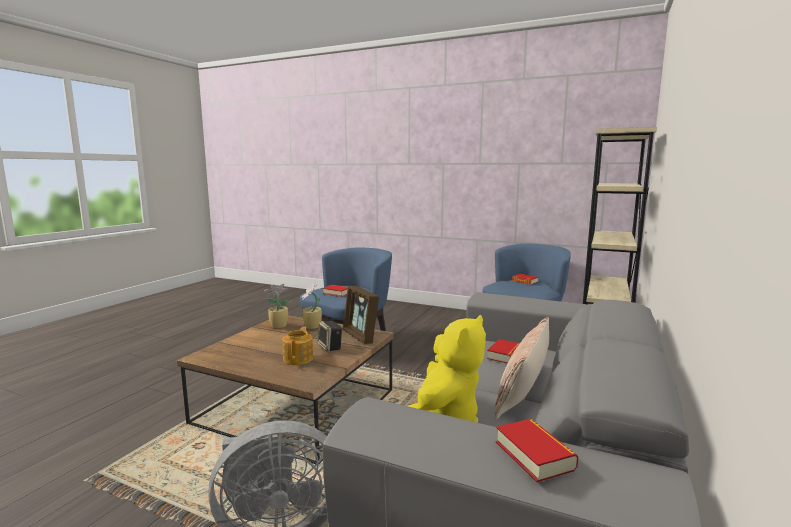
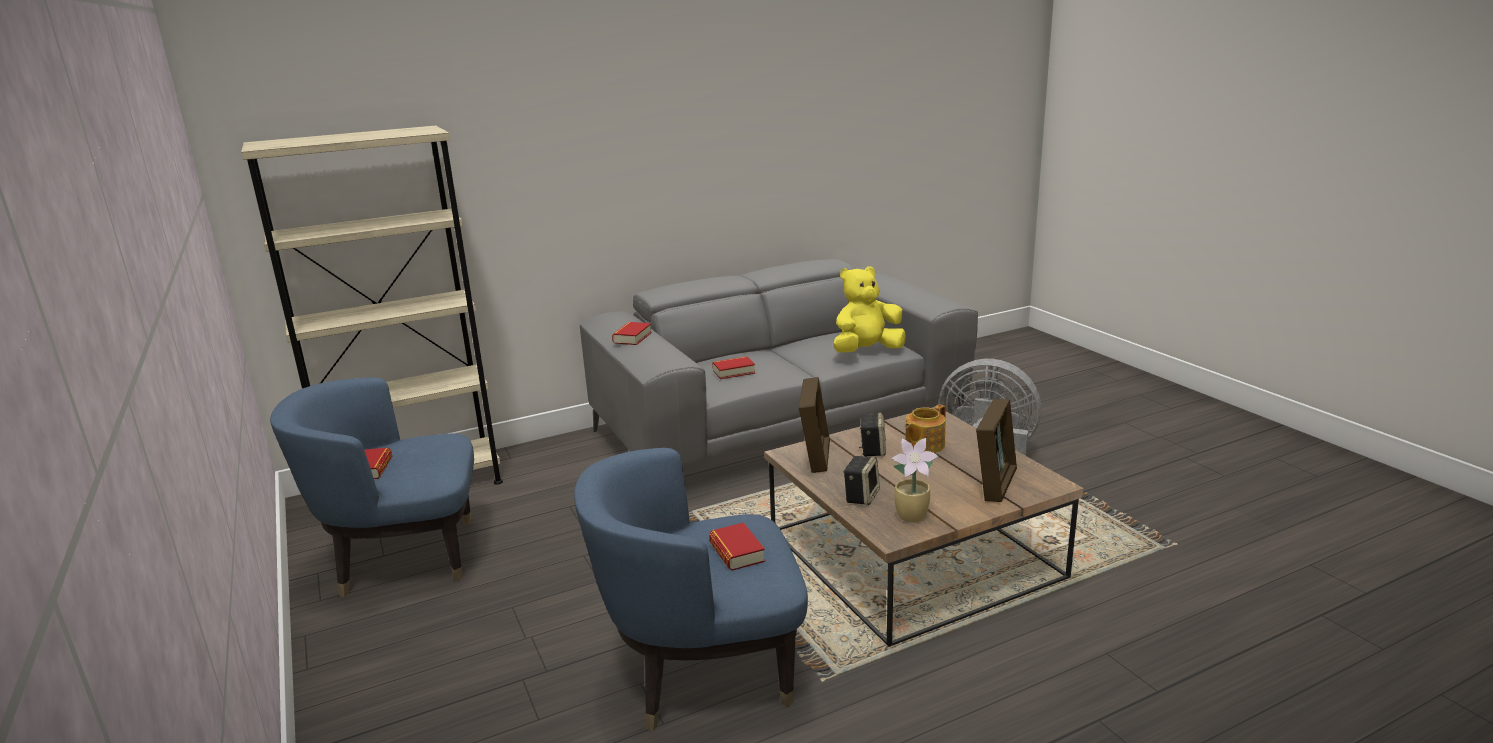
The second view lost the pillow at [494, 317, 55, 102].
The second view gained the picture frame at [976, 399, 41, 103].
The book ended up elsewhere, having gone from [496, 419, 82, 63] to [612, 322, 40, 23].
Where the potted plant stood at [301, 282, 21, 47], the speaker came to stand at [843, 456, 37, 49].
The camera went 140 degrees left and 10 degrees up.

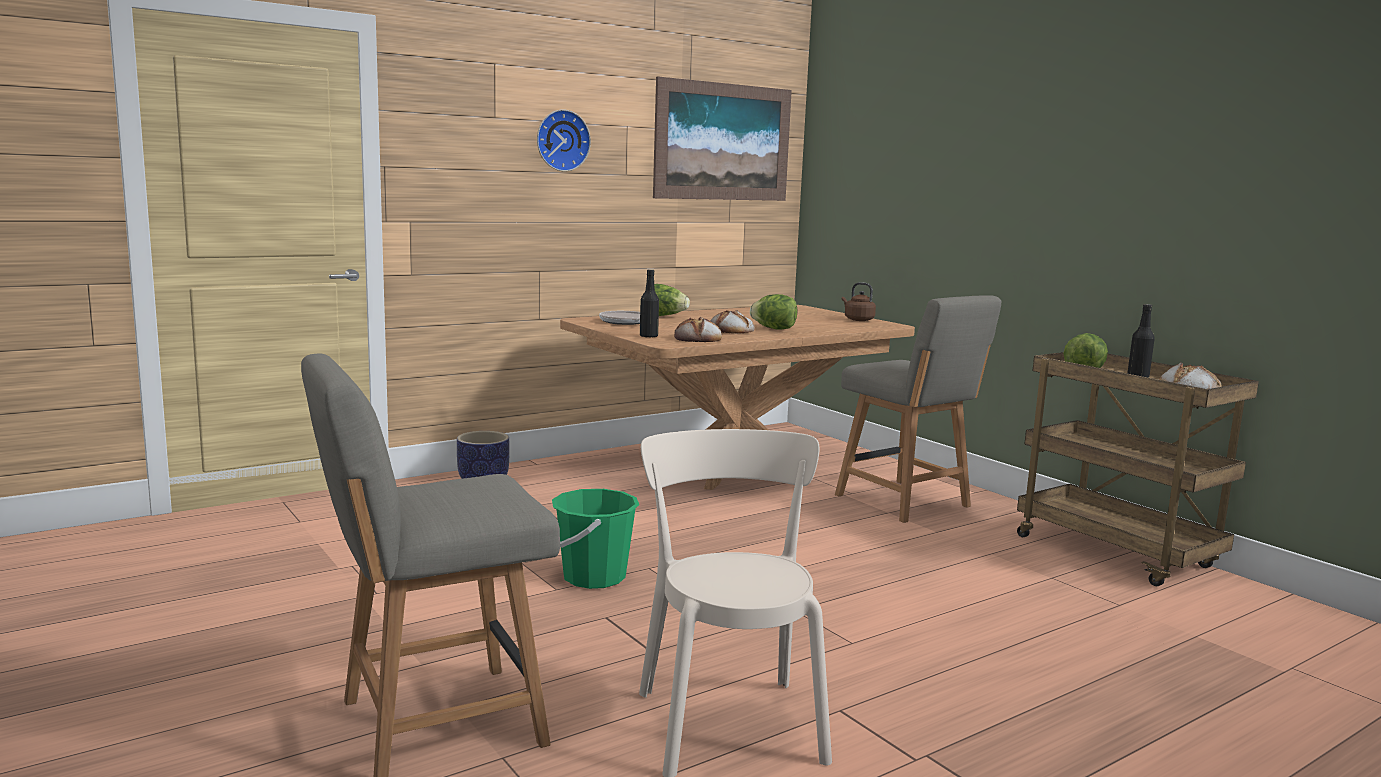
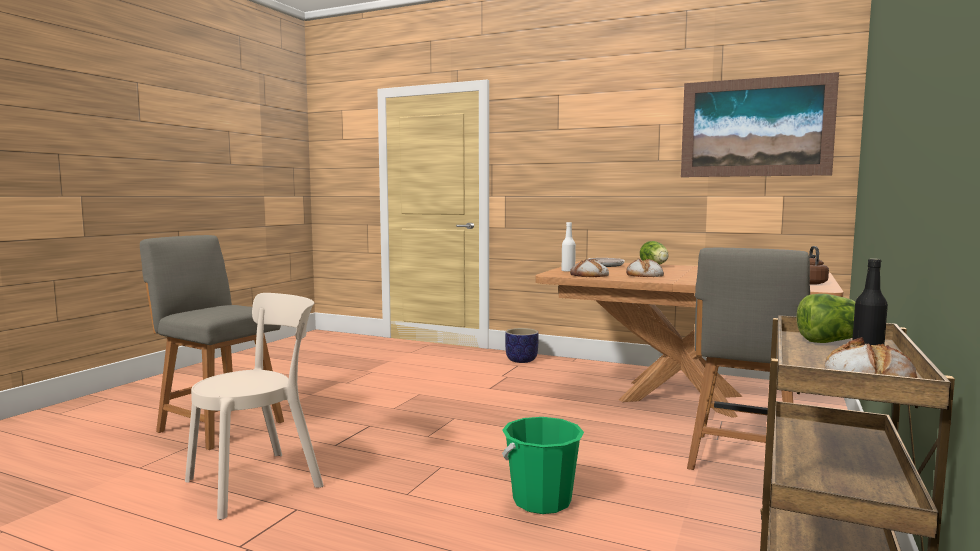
The second view lost the wall clock at [537, 109, 54, 63].
The second view lost the lettuce at [750, 294, 47, 36].
The green bucket ended up elsewhere, having gone from [552, 489, 87, 100] to [502, 417, 82, 97].
What was the black bottle at [640, 269, 19, 69] turned into the white bottle at [562, 222, 14, 50].
The camera went 60 degrees right and 5 degrees down.

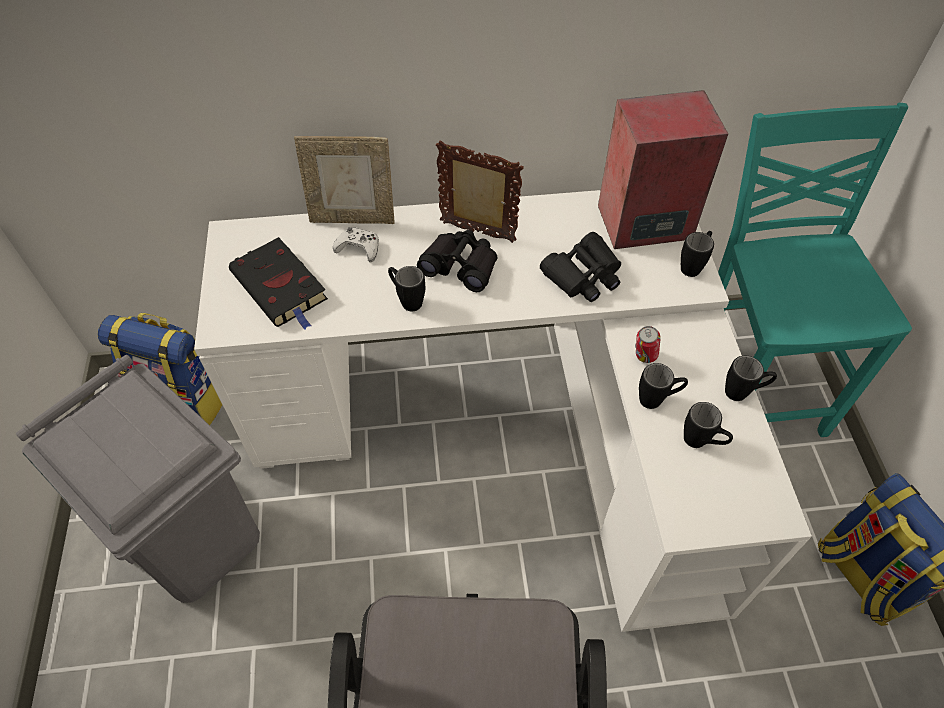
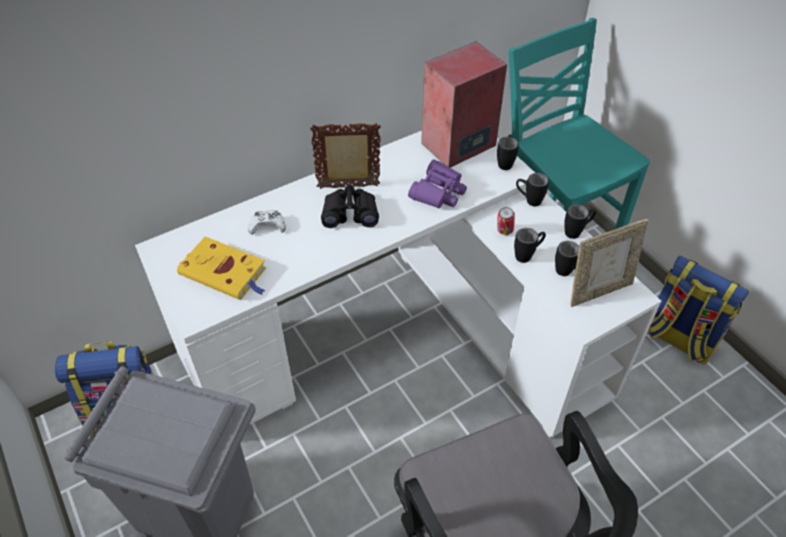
The picture frame ended up elsewhere, having gone from [294, 136, 101, 88] to [570, 219, 78, 88].
The black mug ended up elsewhere, having gone from [388, 266, 37, 45] to [516, 173, 33, 33].
What was the black book at [229, 237, 99, 93] turned into the yellow book at [177, 237, 89, 63].
What was the black binoculars at [540, 232, 81, 70] turned into the purple binoculars at [408, 159, 59, 50].
The camera went 25 degrees left and 5 degrees down.

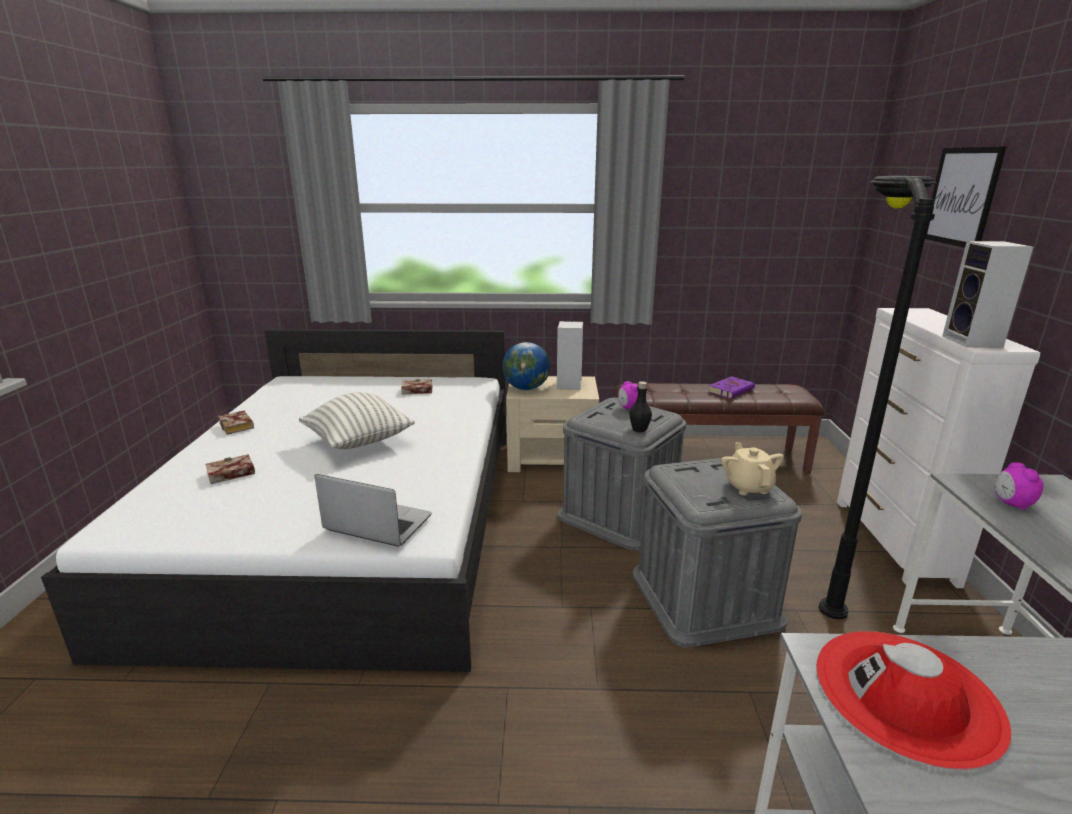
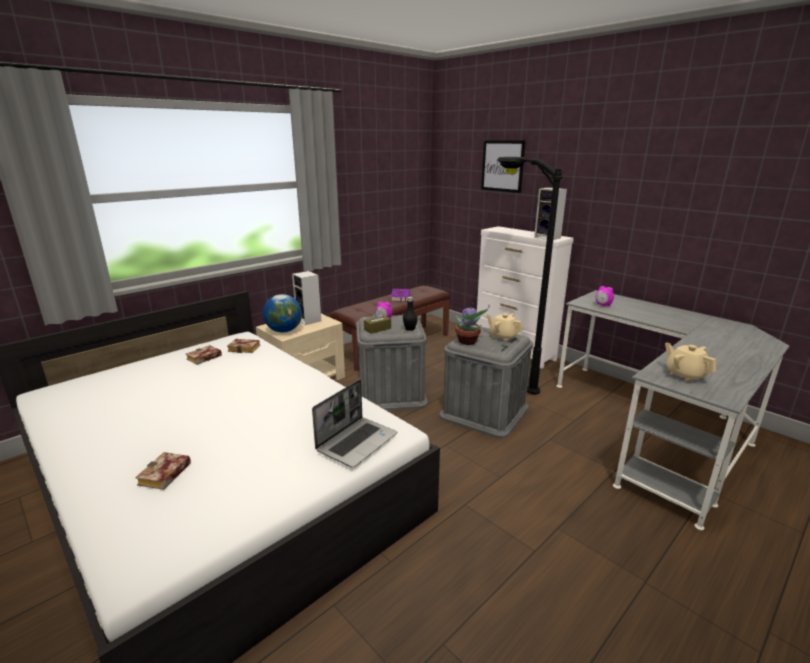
The second view lost the pillow at [299, 392, 116, 57].
The second view gained the brown tissue box at [364, 310, 27, 24].
The second view gained the potted plant at [455, 303, 35, 42].
The book ended up elsewhere, having gone from [218, 411, 36, 23] to [227, 339, 33, 14].
Where the red hat stood at [816, 631, 195, 139], the beige teapot came to stand at [665, 343, 51, 39].
The laptop at [315, 474, 117, 73] ended up facing another way, 150 degrees clockwise from before.
The camera went 45 degrees left and 0 degrees up.

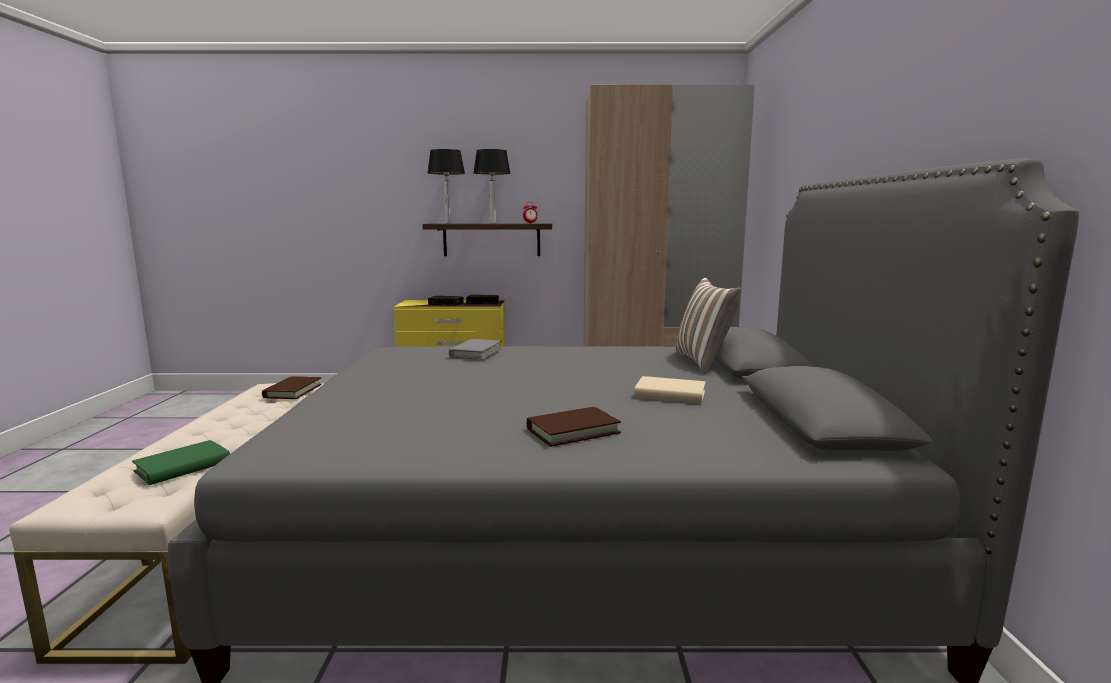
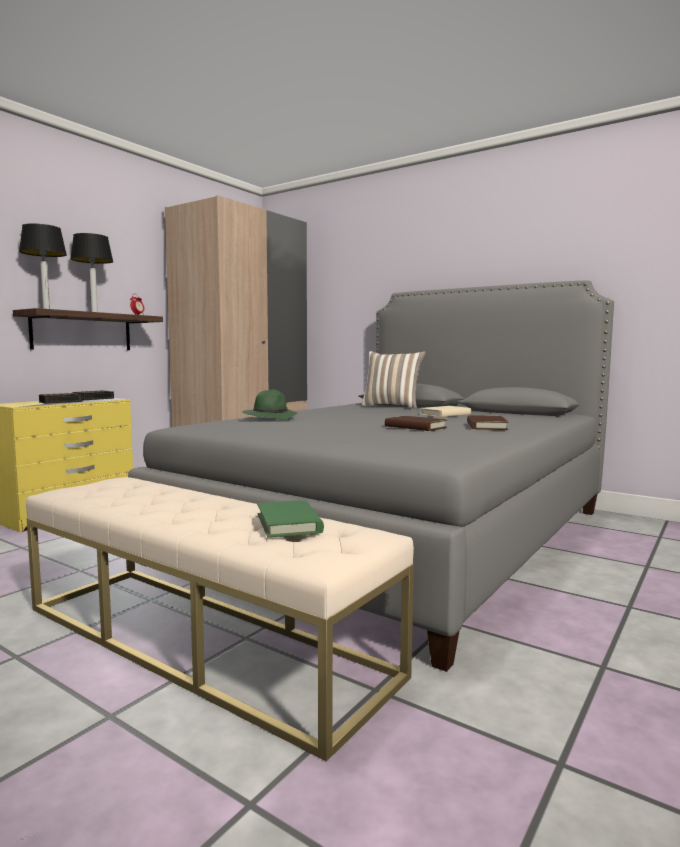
The brown book ended up elsewhere, having gone from [262, 376, 60, 23] to [385, 416, 62, 15].
Where the grey book stood at [449, 339, 53, 21], the green hat came to stand at [242, 389, 56, 31].
The camera went 55 degrees left and 5 degrees down.

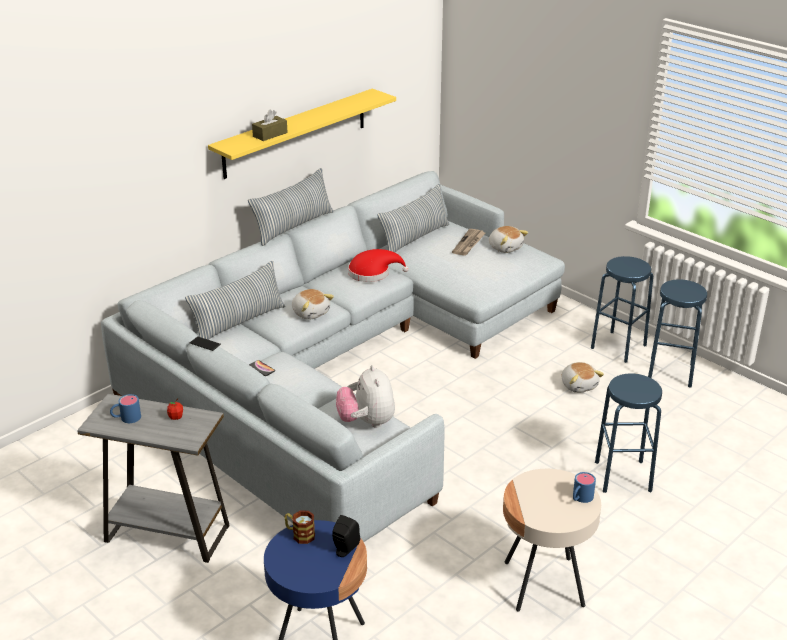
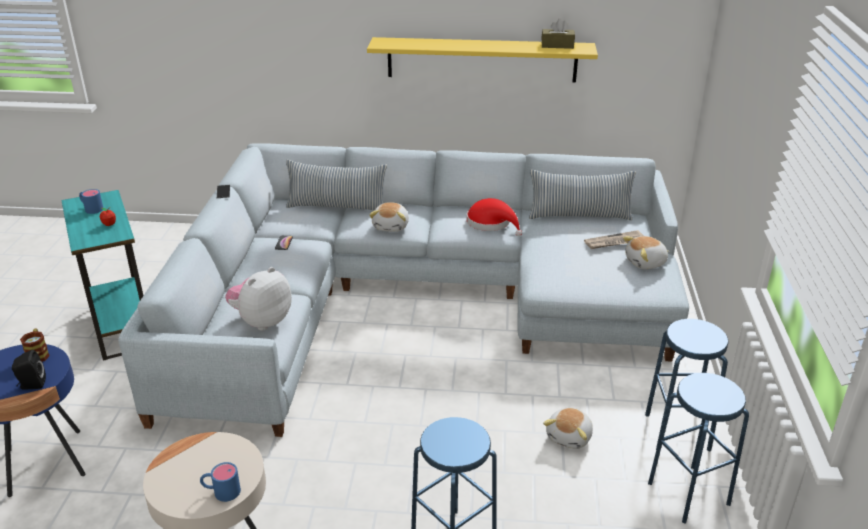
The second view lost the pillow at [248, 168, 86, 78].
The brown tissue box ended up elsewhere, having gone from [252, 109, 36, 32] to [542, 19, 33, 30].
What was the grey side table at [77, 394, 153, 169] turned into the turquoise side table at [61, 190, 83, 171].
The plush toy at [489, 226, 39, 27] ended up facing another way, 60 degrees clockwise from before.
The camera went 50 degrees right and 0 degrees up.

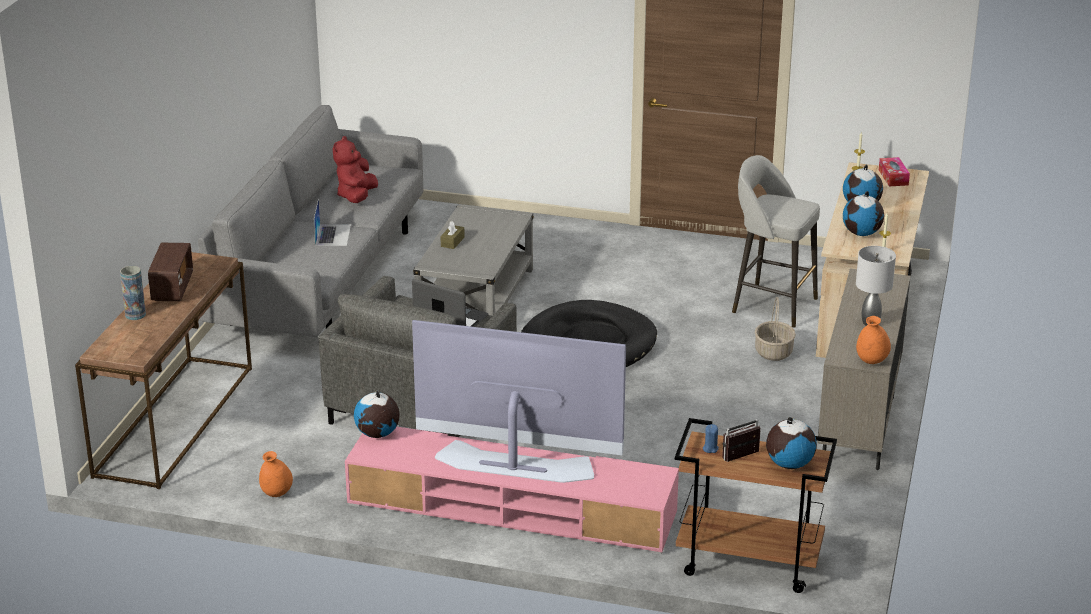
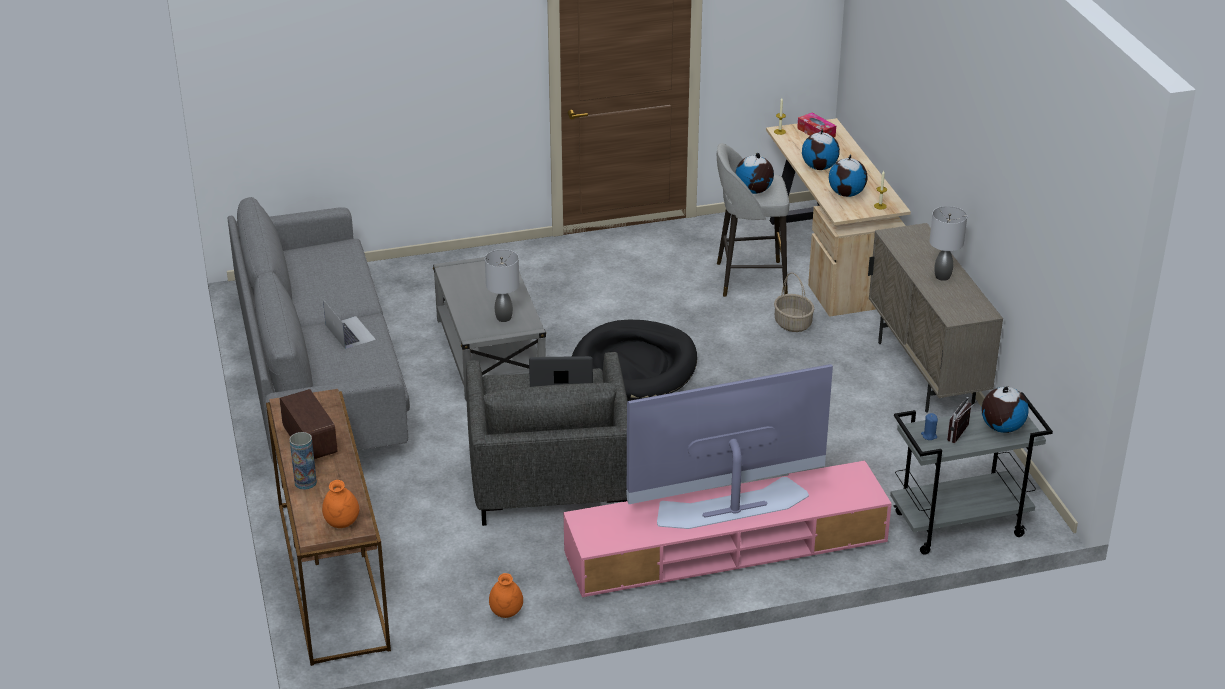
The second view lost the red plush toy at [332, 136, 46, 67].
The second view lost the brown tissue box at [440, 221, 25, 28].
The second view gained the grey table lamp at [485, 249, 35, 73].
The globe ended up elsewhere, having gone from [354, 391, 46, 47] to [735, 153, 39, 41].
The orange vase ended up elsewhere, having gone from [856, 316, 35, 48] to [322, 480, 37, 48].
What was the brown cart at [675, 418, 162, 175] turned into the grey cart at [890, 392, 163, 163].
The camera went 30 degrees left and 5 degrees up.

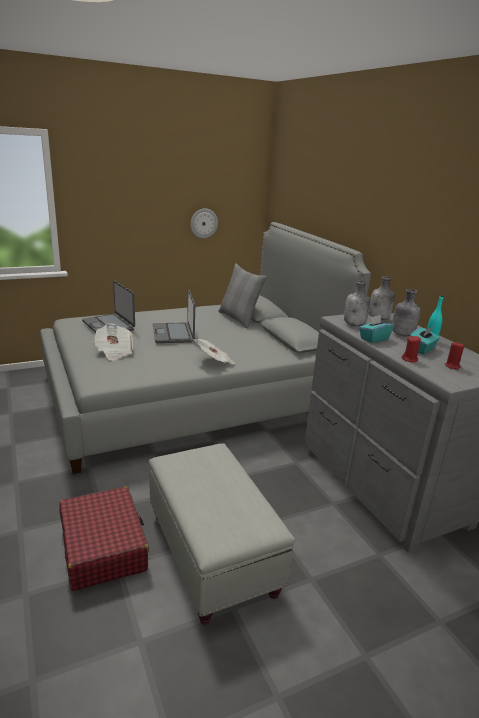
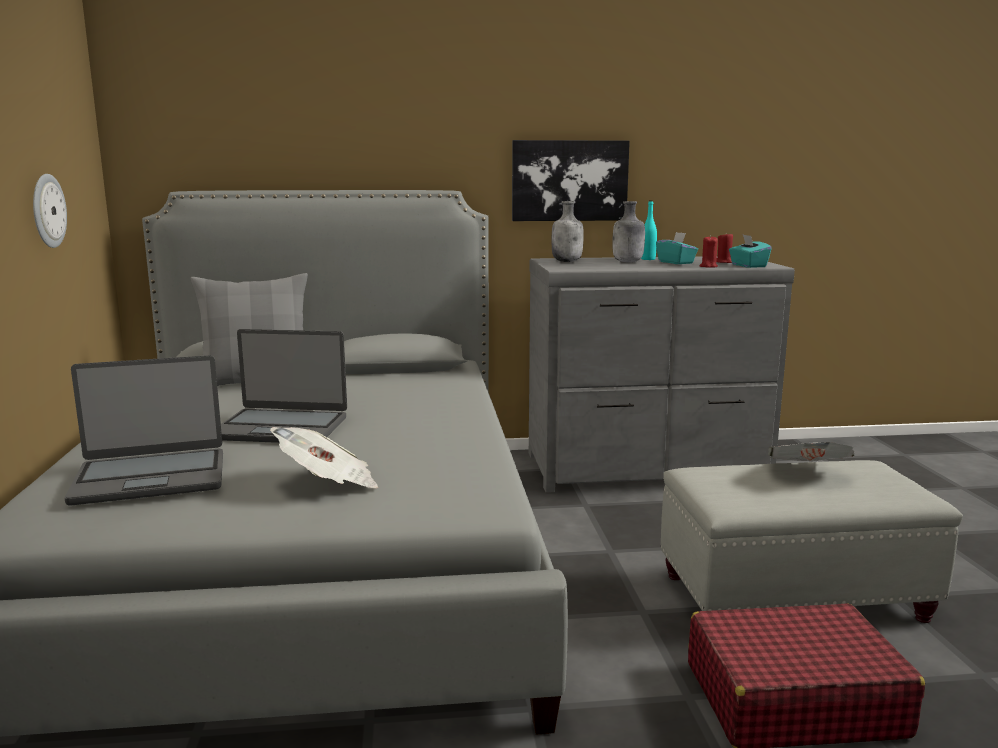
The second view lost the grey bottle at [344, 280, 26, 46].
The second view gained the picture at [512, 140, 118, 81].
The newspaper ended up elsewhere, having gone from [194, 339, 41, 25] to [768, 442, 87, 19].
The turquoise tissue box ended up elsewhere, having gone from [359, 315, 35, 28] to [729, 235, 43, 33].
The camera went 70 degrees left and 10 degrees down.

